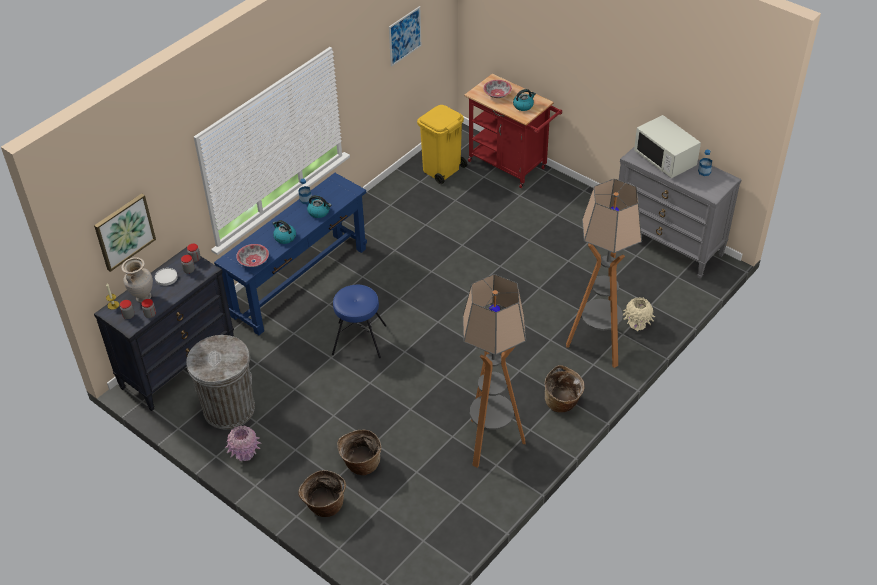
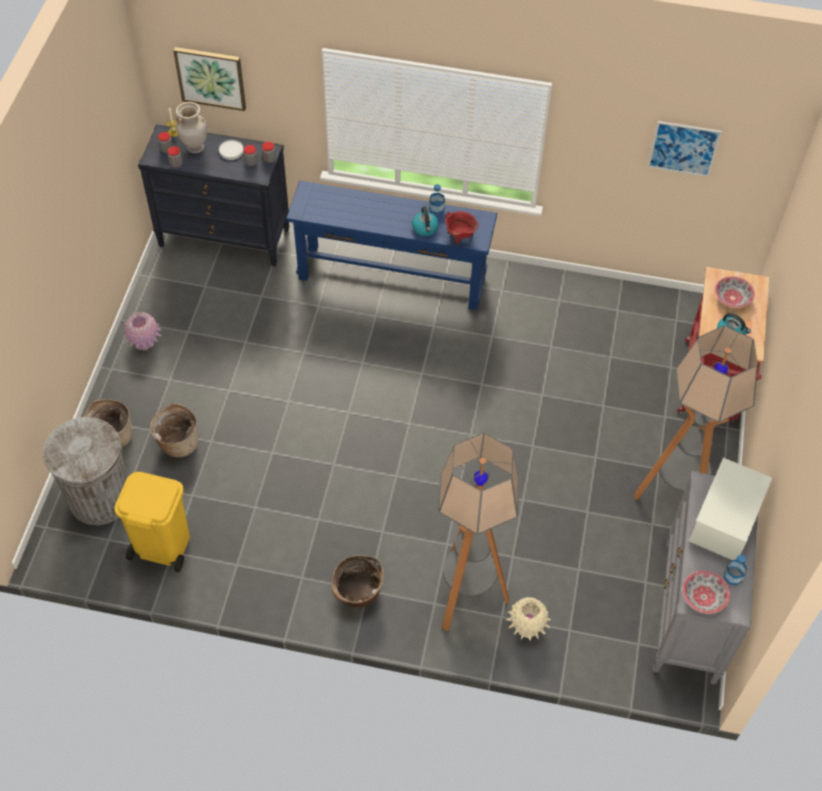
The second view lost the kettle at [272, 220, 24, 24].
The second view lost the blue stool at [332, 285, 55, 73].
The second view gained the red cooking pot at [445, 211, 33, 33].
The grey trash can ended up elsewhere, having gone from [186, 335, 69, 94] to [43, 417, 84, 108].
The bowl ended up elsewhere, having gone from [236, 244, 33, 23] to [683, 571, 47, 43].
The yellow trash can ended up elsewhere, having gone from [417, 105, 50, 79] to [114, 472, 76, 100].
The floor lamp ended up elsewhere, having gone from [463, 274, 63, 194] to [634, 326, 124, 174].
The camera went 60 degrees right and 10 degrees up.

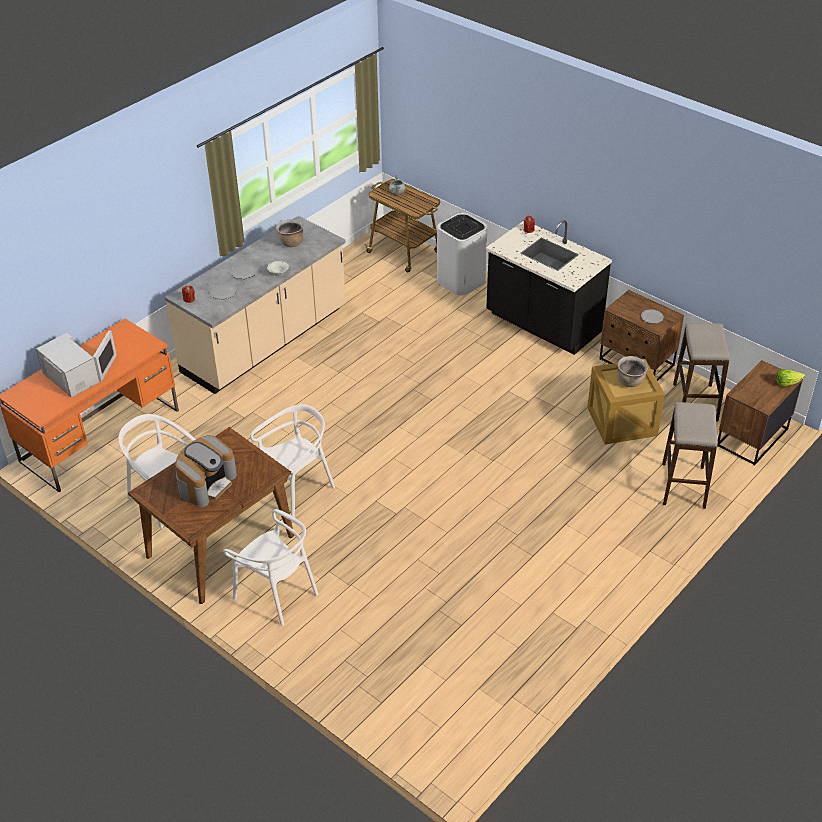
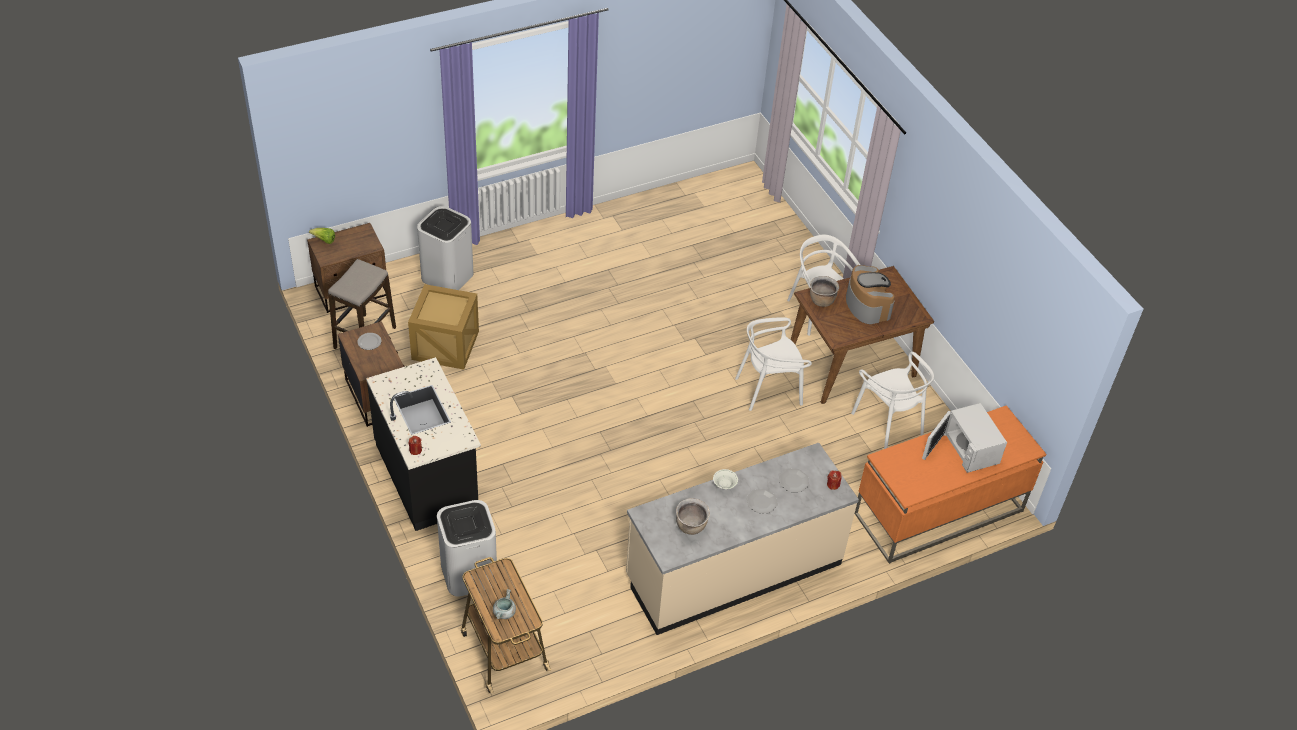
The brown cooking pot ended up elsewhere, having gone from [617, 356, 31, 31] to [810, 276, 29, 31].
Where the stool stood at [662, 402, 56, 107], the white trash can came to stand at [417, 206, 56, 84].
The coffee machine at [175, 435, 62, 72] ended up facing another way, 105 degrees clockwise from before.
The camera went 160 degrees left and 5 degrees up.

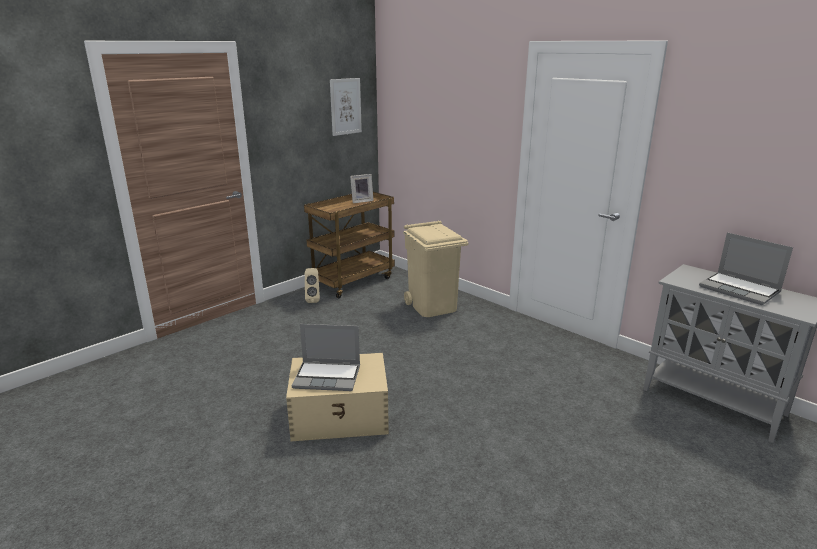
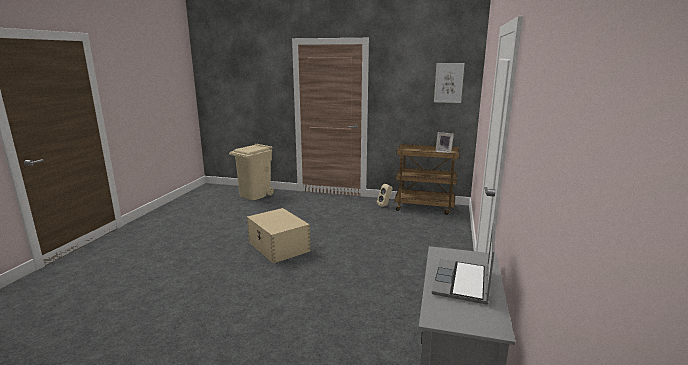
The second view lost the laptop at [292, 324, 68, 67].
The beige trash can ended up elsewhere, having gone from [403, 221, 66, 96] to [229, 143, 45, 57].
The camera went 60 degrees right and 5 degrees down.

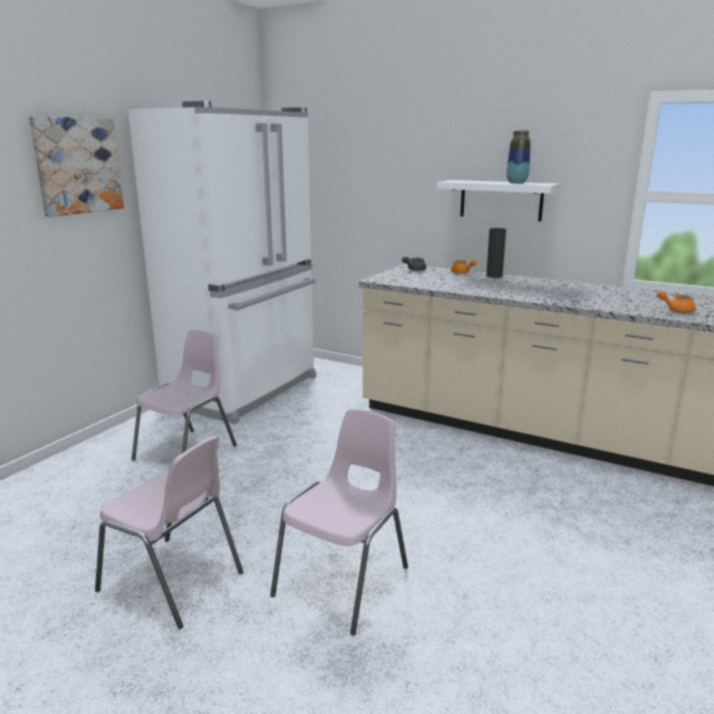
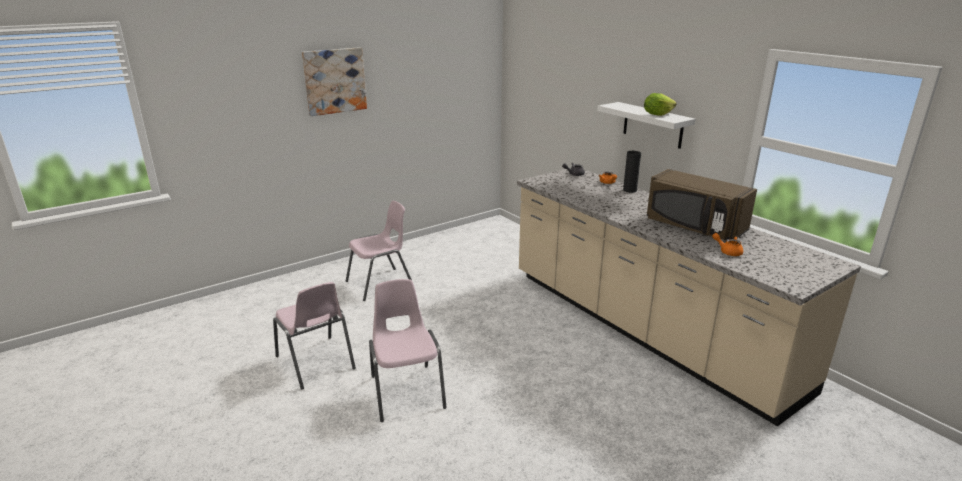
The second view lost the white fridge at [128, 101, 188, 323].
The second view gained the brown microwave at [647, 169, 110, 71].
Where the vase stood at [506, 130, 24, 54], the lettuce came to stand at [644, 93, 33, 23].
The pink chair at [270, 409, 138, 227] ended up facing another way, 75 degrees counterclockwise from before.
The camera went 25 degrees right and 5 degrees up.

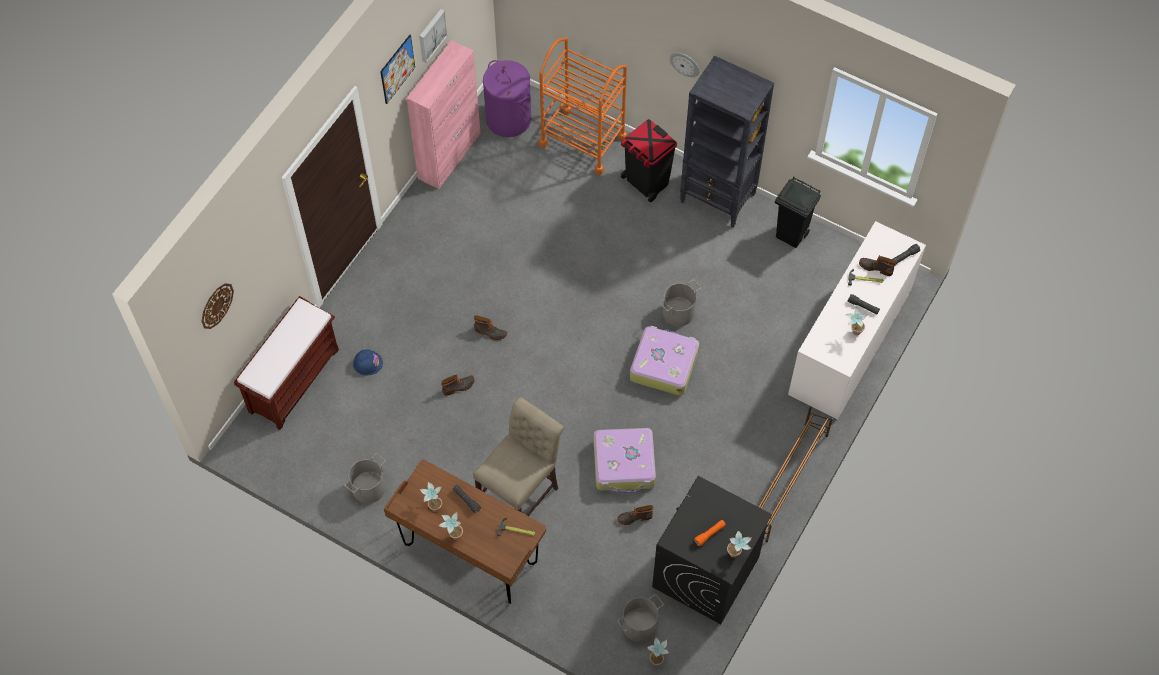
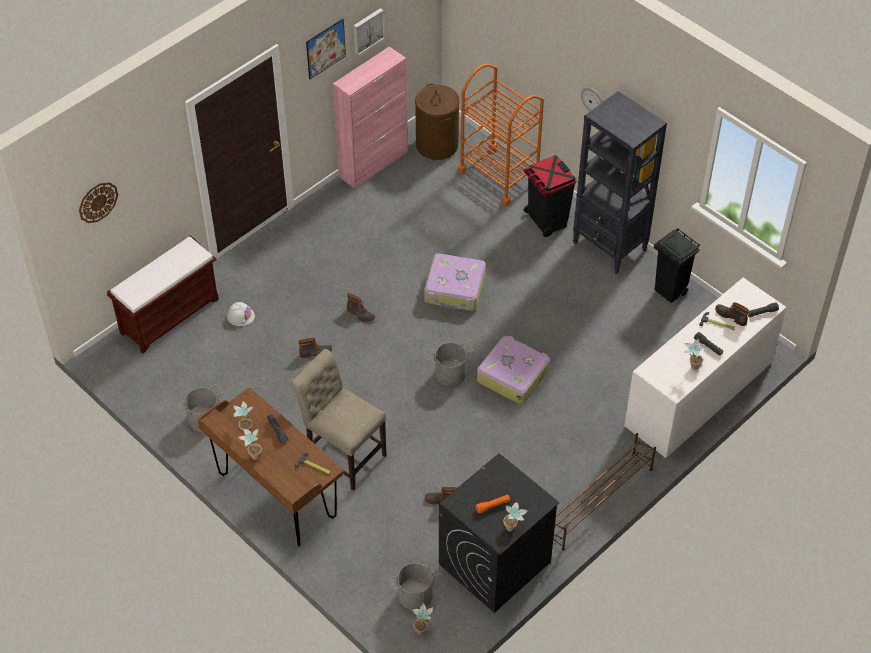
The suitcase ended up elsewhere, having gone from [594, 428, 62, 66] to [424, 253, 62, 58].
The grey bucket ended up elsewhere, having gone from [660, 280, 41, 46] to [429, 342, 44, 44].
What was the blue hard hat at [353, 349, 30, 27] turned into the white hard hat at [227, 302, 28, 24].
What was the purple laundry basket at [483, 60, 48, 77] turned into the brown laundry basket at [415, 84, 45, 76].
The beige chair at [473, 397, 91, 119] ended up facing another way, 105 degrees counterclockwise from before.
The camera went 15 degrees right and 10 degrees down.

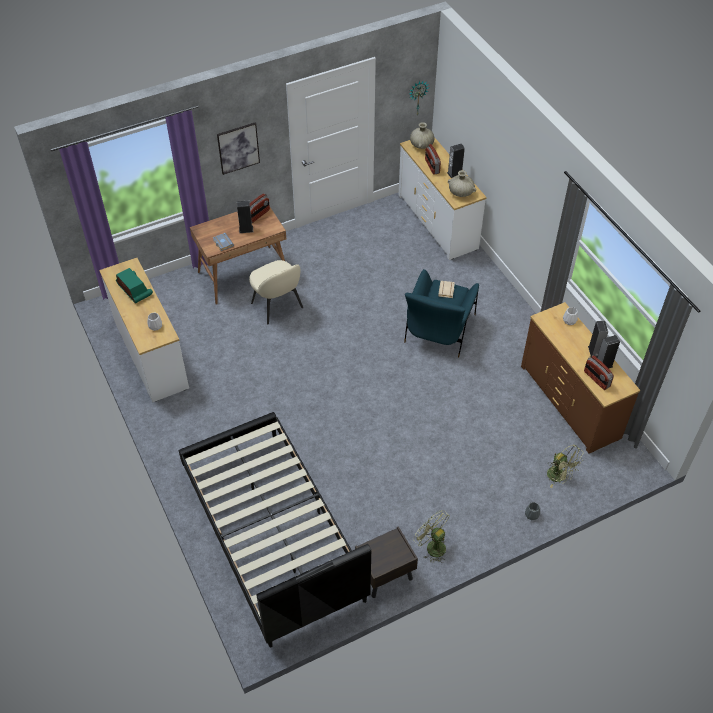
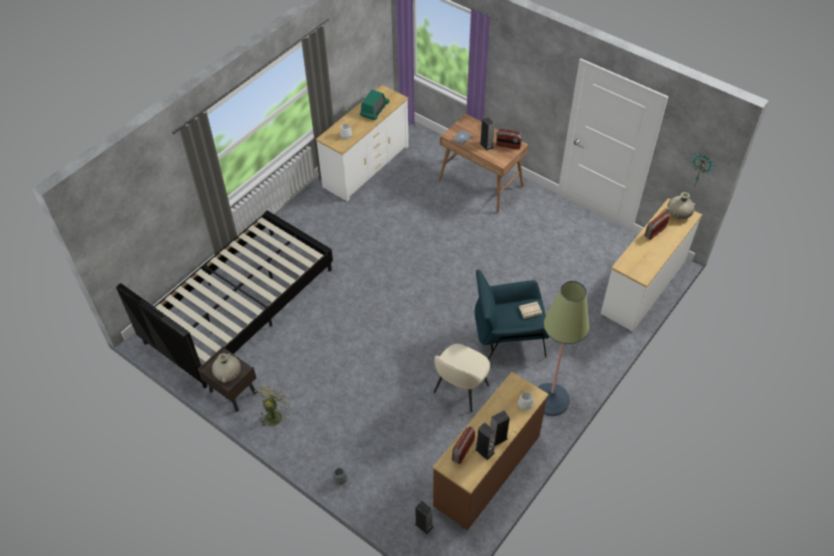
The second view lost the picture at [217, 123, 43, 52].
The second view lost the green fan at [547, 444, 37, 44].
The second view gained the floor lamp at [538, 281, 51, 135].
The beige chair ended up elsewhere, having gone from [249, 260, 54, 65] to [434, 344, 56, 68].
The speaker ended up elsewhere, having gone from [447, 144, 18, 34] to [415, 501, 19, 33].
The beige vase ended up elsewhere, having gone from [448, 170, 28, 27] to [212, 353, 29, 30].
The camera went 65 degrees right and 0 degrees up.

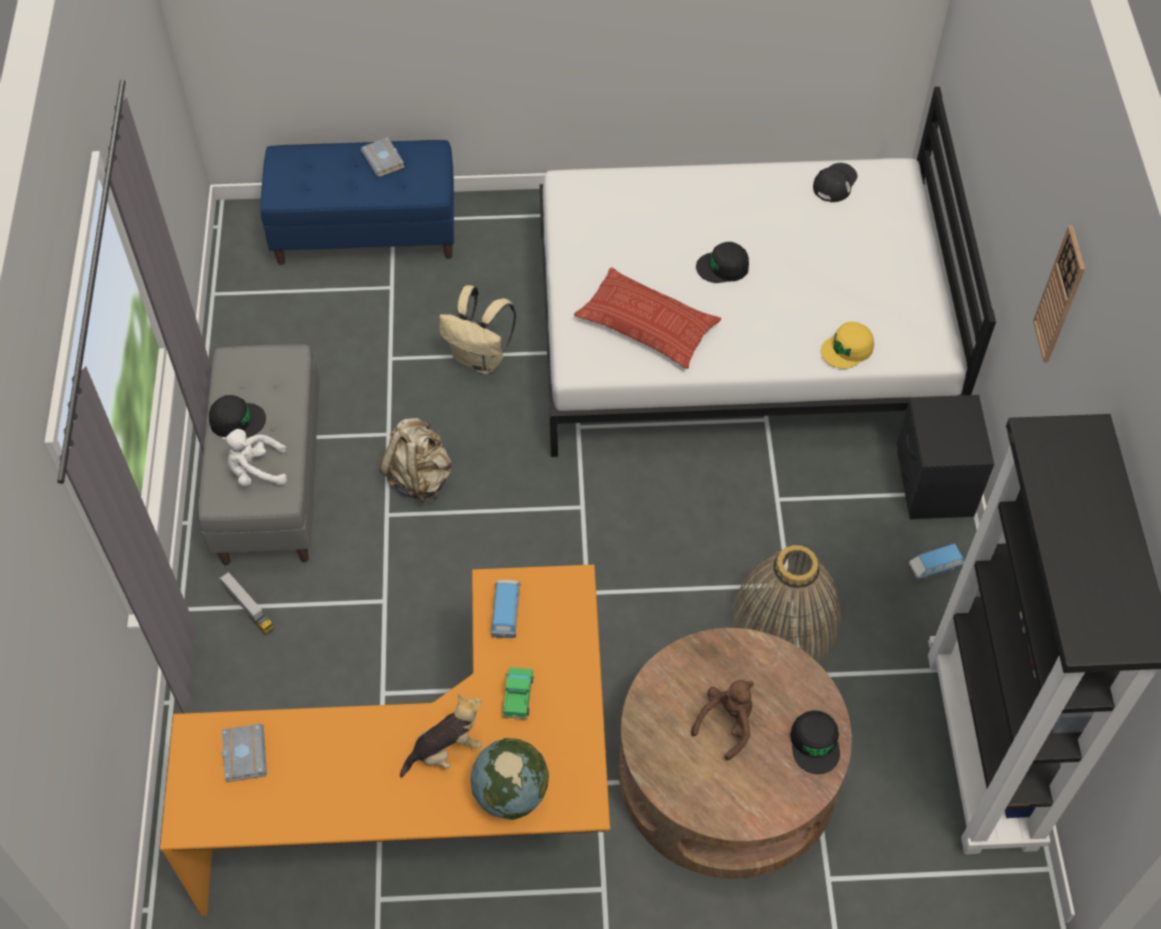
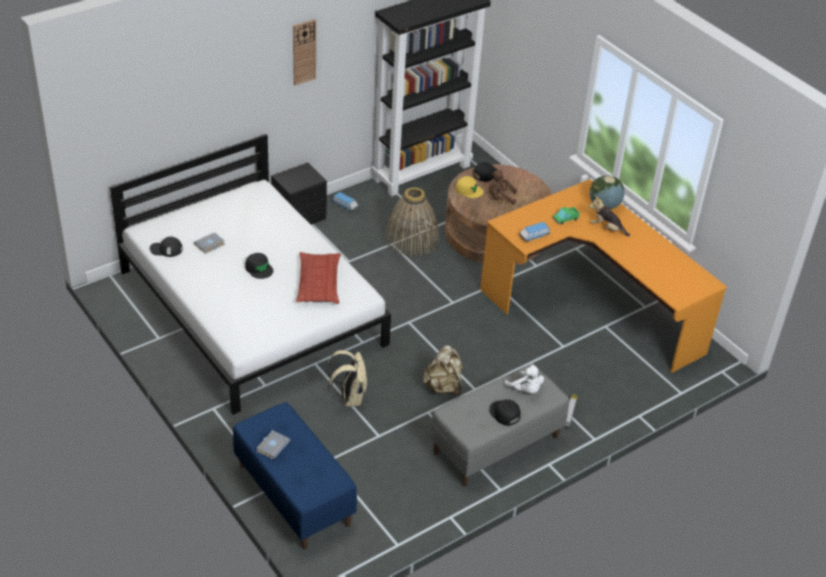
The grey book ended up elsewhere, having gone from [222, 724, 45, 58] to [194, 232, 31, 22].
The yellow cap ended up elsewhere, having gone from [821, 322, 53, 47] to [455, 176, 28, 22].
The camera went 125 degrees left and 15 degrees down.

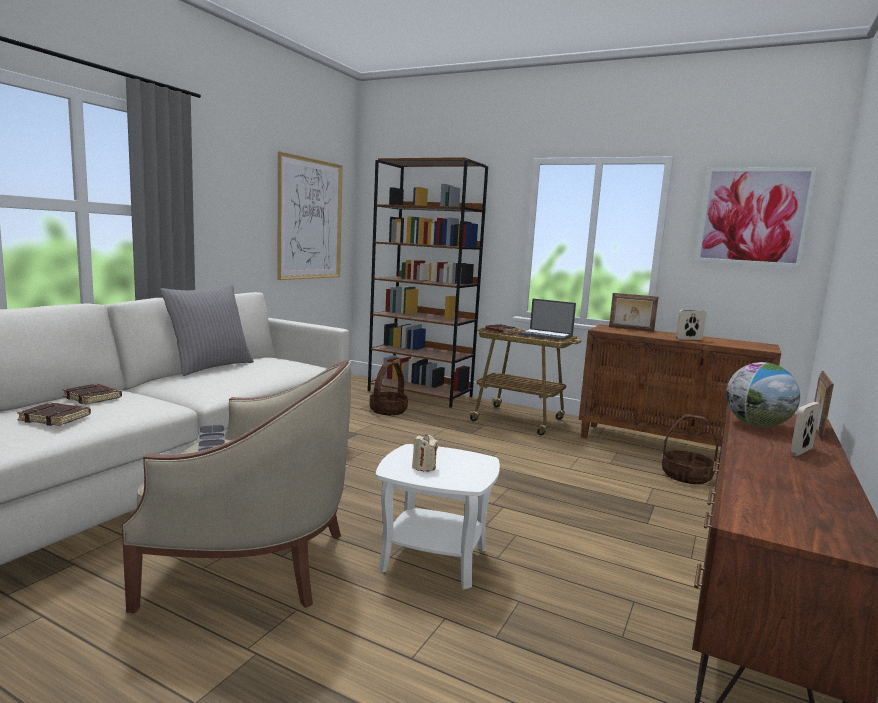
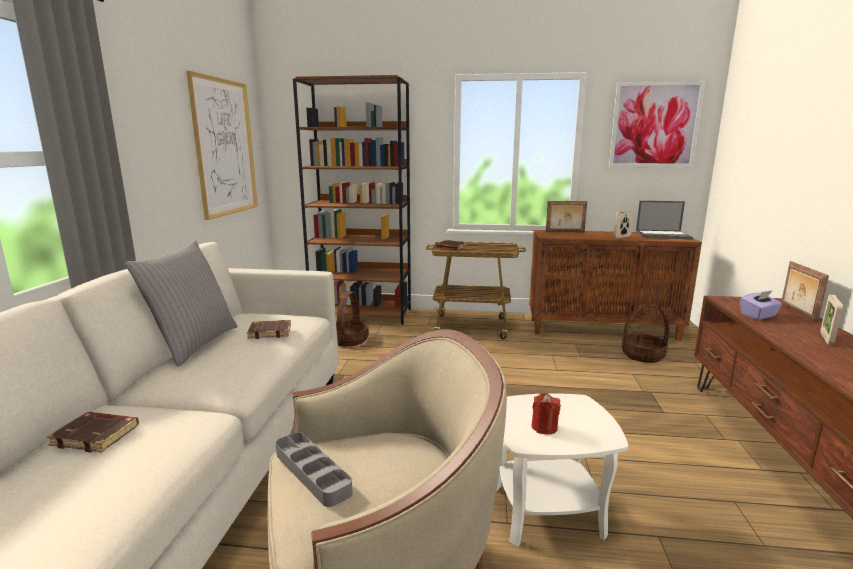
The brown book ended up elsewhere, having gone from [17, 403, 74, 23] to [247, 320, 44, 19].
The laptop ended up elsewhere, having gone from [518, 299, 58, 42] to [636, 201, 57, 38].
Where the globe stood at [726, 362, 74, 65], the purple tissue box came to stand at [740, 290, 42, 30].
What was the beige candle at [412, 434, 26, 38] turned into the red candle at [531, 393, 30, 42].
The camera went 20 degrees left and 5 degrees up.

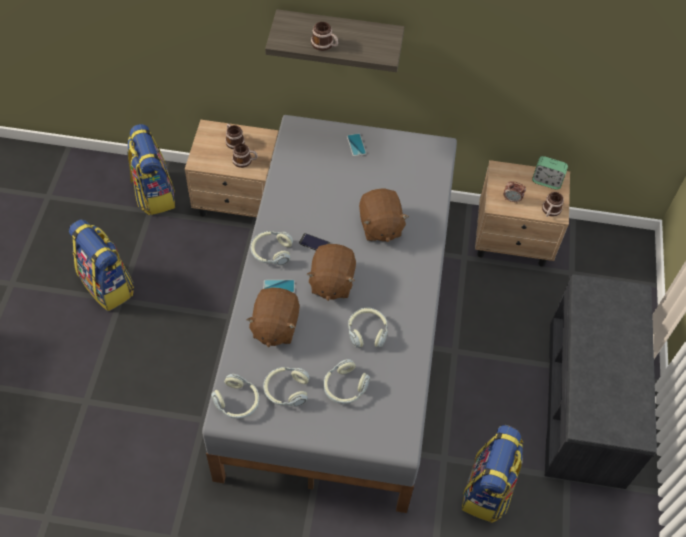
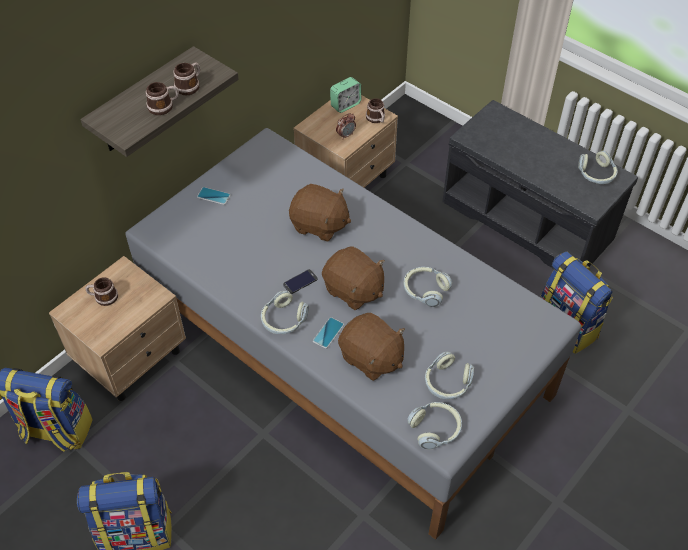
The mug ended up elsewhere, having gone from [232, 143, 26, 25] to [173, 62, 27, 33].
The headphones ended up elsewhere, having gone from [323, 359, 47, 45] to [578, 151, 40, 33].
The camera went 55 degrees left and 5 degrees down.

